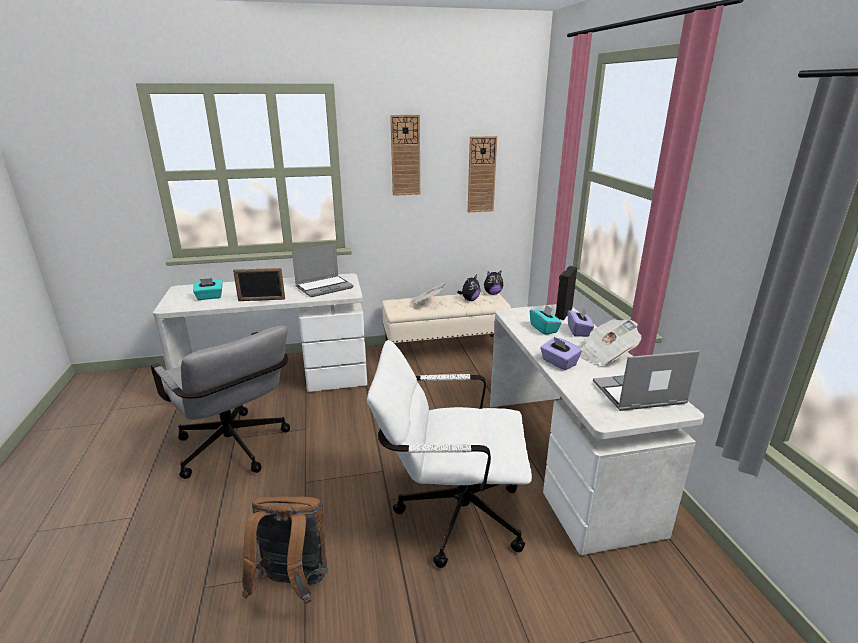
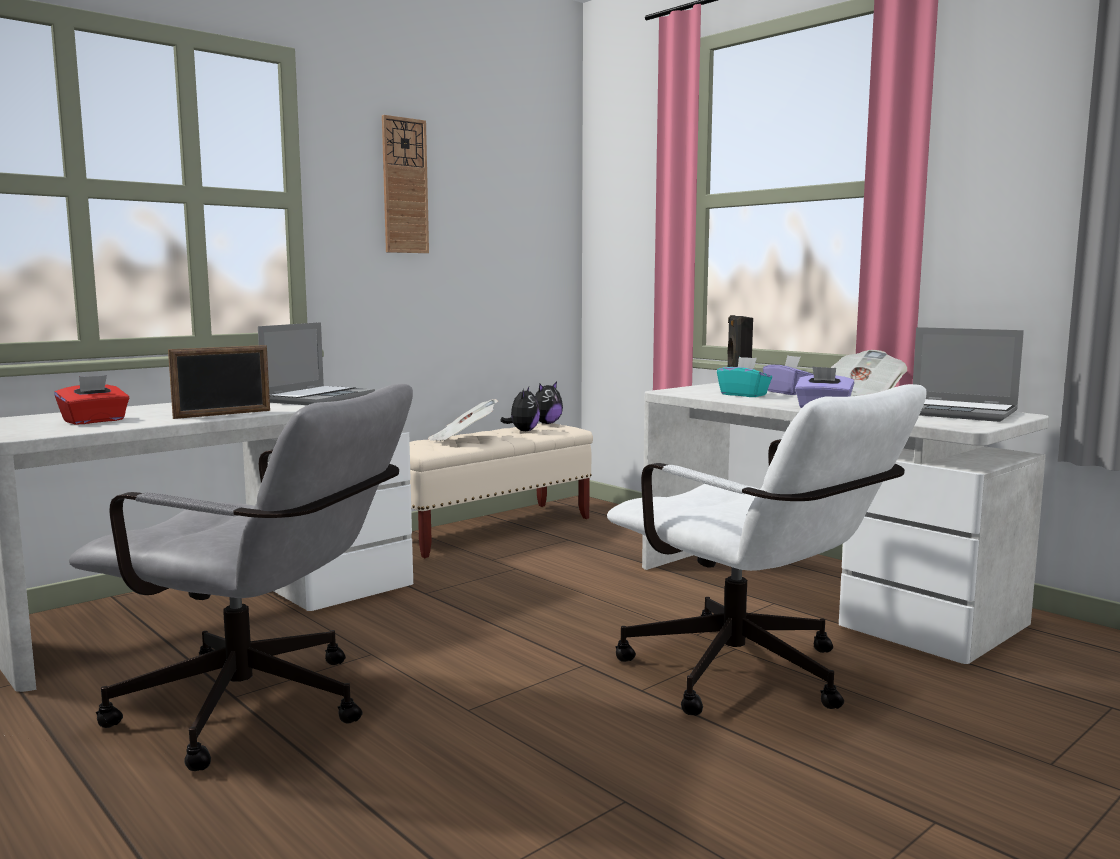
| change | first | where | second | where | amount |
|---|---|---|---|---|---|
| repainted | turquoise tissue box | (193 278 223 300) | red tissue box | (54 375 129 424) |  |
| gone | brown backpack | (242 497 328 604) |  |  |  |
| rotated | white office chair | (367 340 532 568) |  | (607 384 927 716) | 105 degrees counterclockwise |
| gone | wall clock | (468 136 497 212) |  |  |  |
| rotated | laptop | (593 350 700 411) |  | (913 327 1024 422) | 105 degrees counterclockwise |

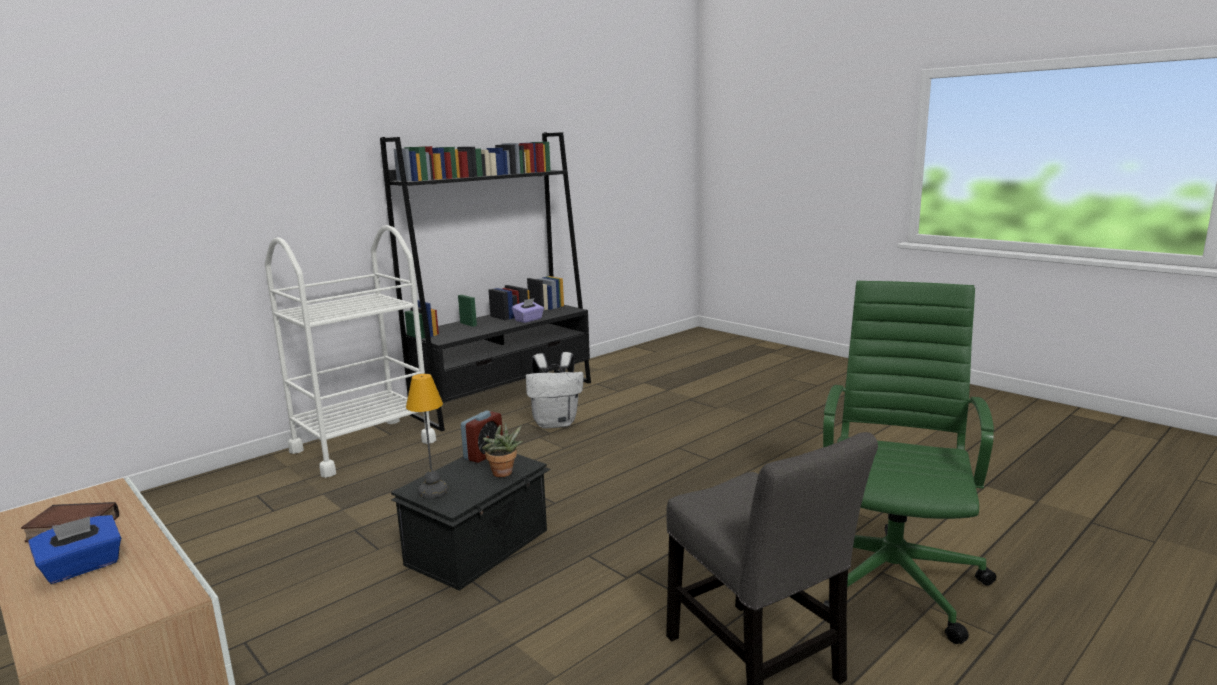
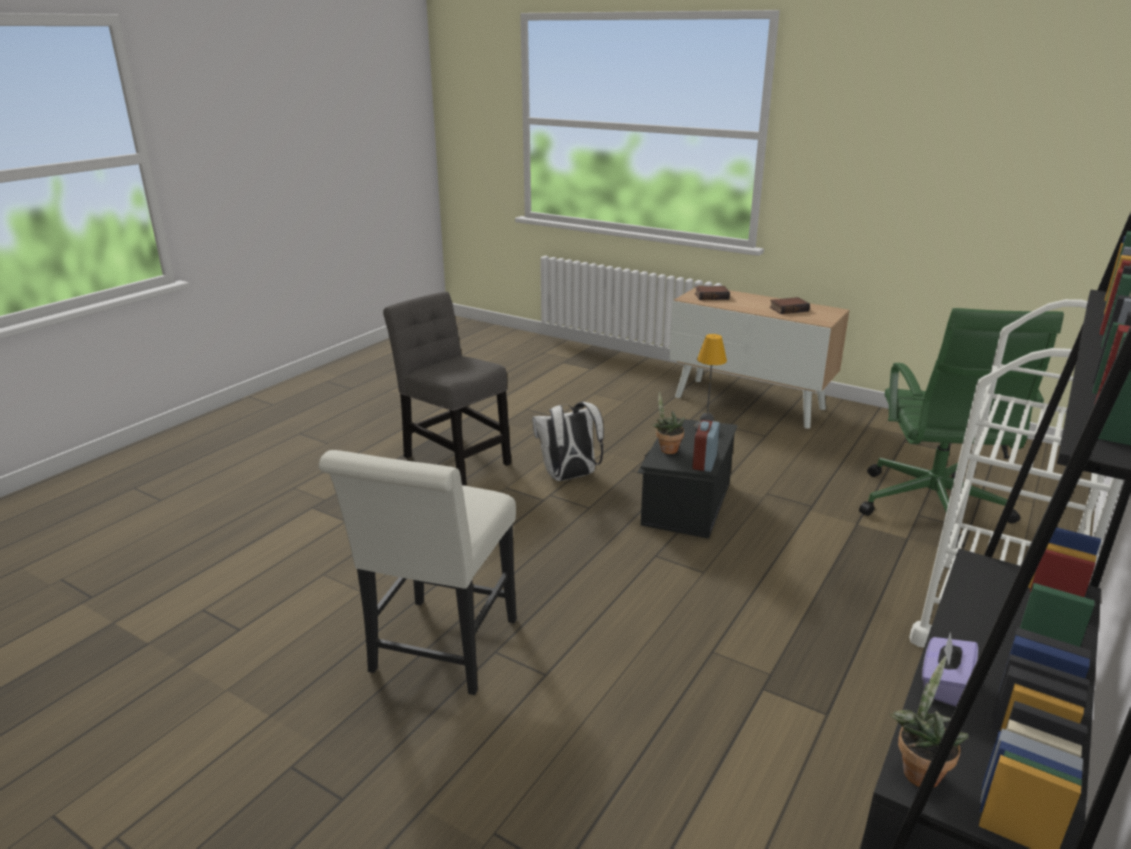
| change | first | where | second | where | amount |
|---|---|---|---|---|---|
| gone | blue tissue box | (28 515 121 584) |  |  |  |
| shifted | white backpack | (526 352 584 429) |  | (532 402 604 481) |  |
| shifted | green office chair | (823 281 996 644) |  | (859 308 1064 547) |  |
| new |  |  | white chair | (319 450 517 695) |  |
| new |  |  | book | (695 286 730 300) |  |
| new |  |  | potted plant | (890 656 969 788) |  |

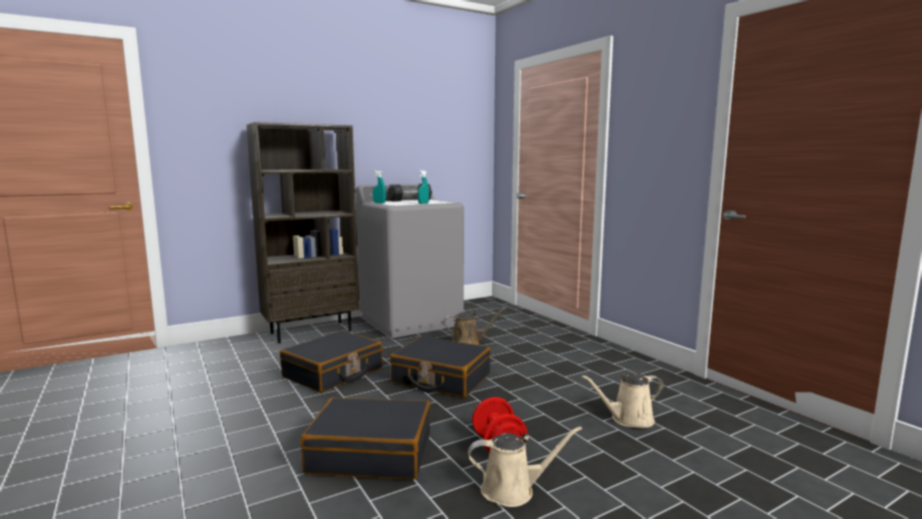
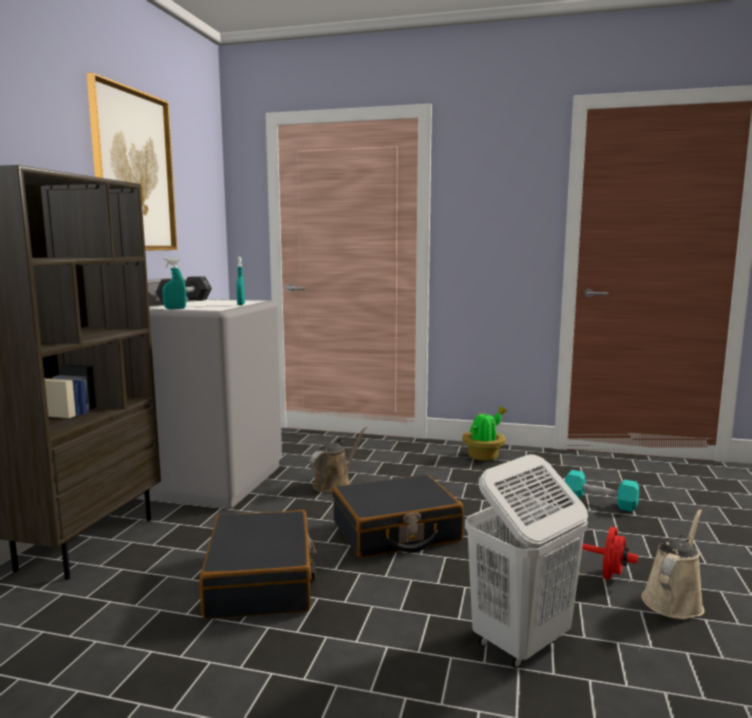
| change | first | where | second | where | amount |
|---|---|---|---|---|---|
| swapped | black suitcase | (301 398 431 479) | white laundry basket | (465 454 588 668) |  |
| swapped | beige watering can | (582 373 664 428) | turquoise dumbbell | (565 470 639 512) |  |
| new |  |  | picture | (86 73 177 251) |  |
| new |  |  | potted plant | (462 406 507 461) |  |

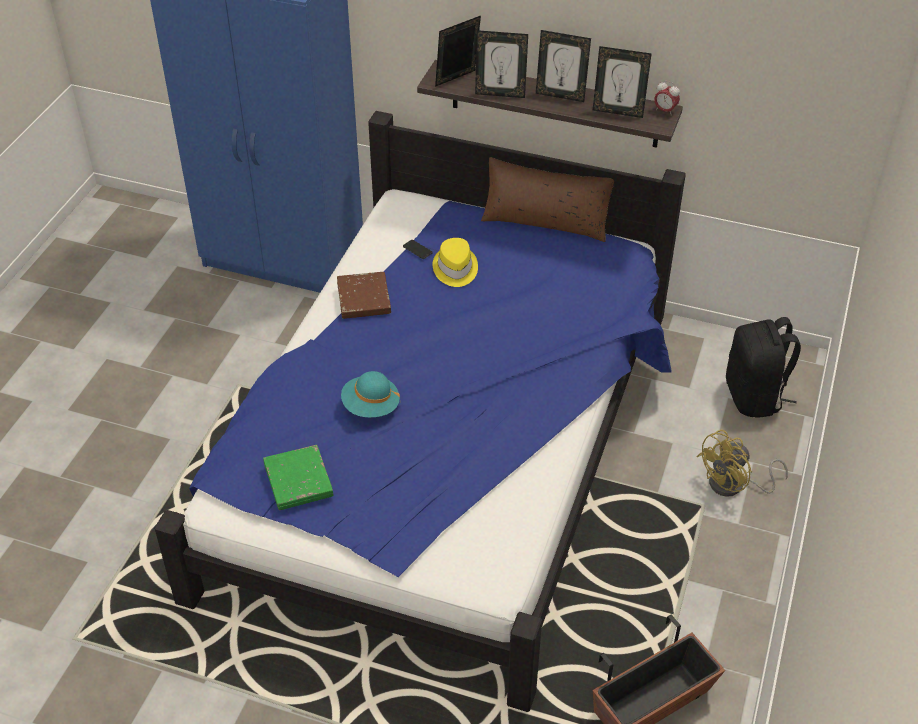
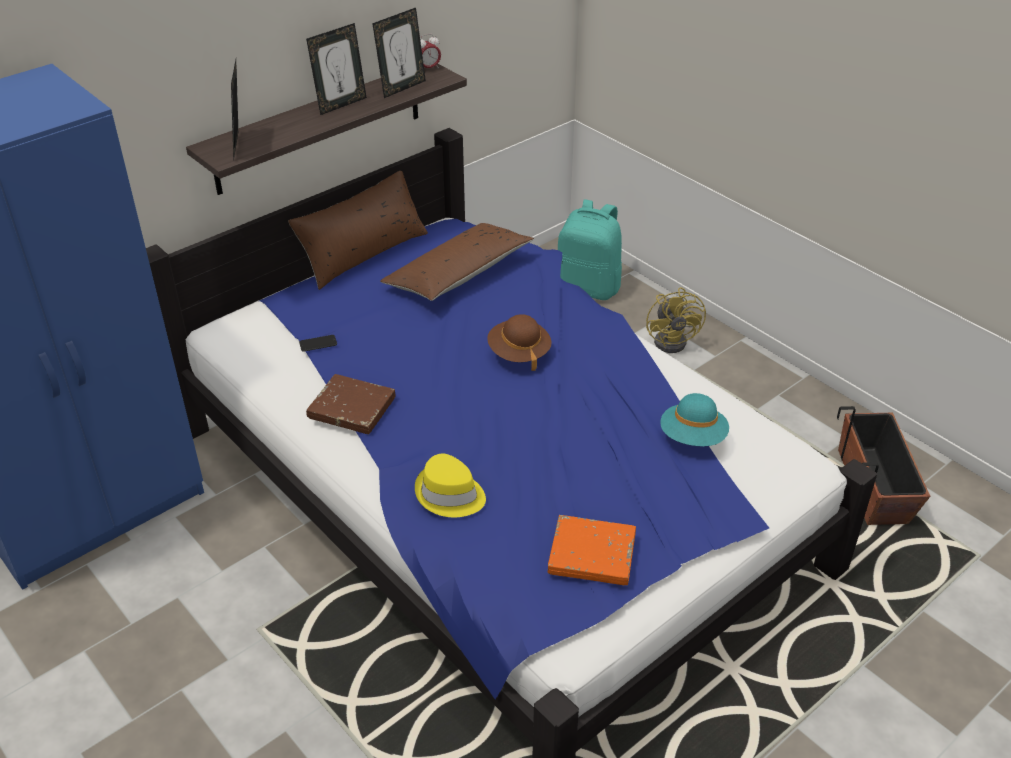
| change | first | where | second | where | amount |
|---|---|---|---|---|---|
| repainted | green book | (263 445 334 510) | orange book | (548 515 636 585) |  |
| shifted | turquoise hat | (341 371 400 418) |  | (660 393 729 446) |  |
| shifted | yellow hat | (432 238 478 287) |  | (415 453 486 517) |  |
| gone | picture frame | (475 30 528 98) |  |  |  |
| repainted | black backpack | (726 317 801 417) | turquoise backpack | (558 200 622 300) |  |
| new |  |  | brown pillow | (380 223 534 301) |  |
| new |  |  | brown hat | (487 314 551 371) |  |

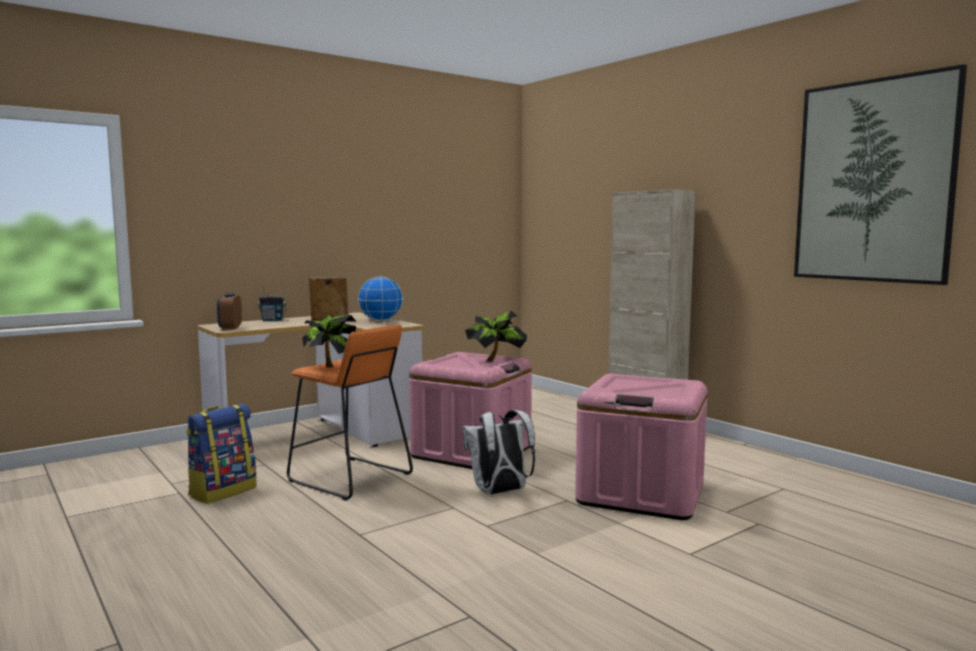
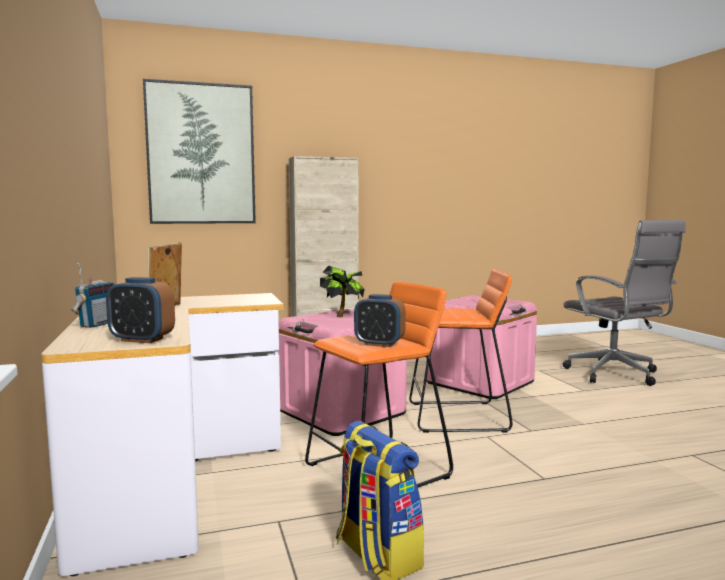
| change | first | where | second | where | amount |
|---|---|---|---|---|---|
| swapped | potted plant | (302 314 357 367) | alarm clock | (354 294 406 347) |  |
| gone | globe | (358 276 403 321) |  |  |  |
| swapped | white backpack | (462 410 535 495) | orange stool | (409 269 513 433) |  |
| shifted | picture | (794 64 967 285) |  | (143 79 256 224) |  |
| new |  |  | grey office chair | (563 220 686 386) |  |

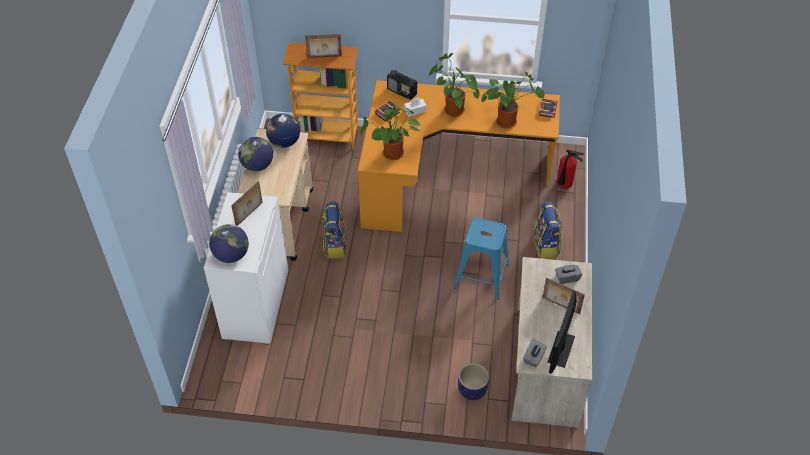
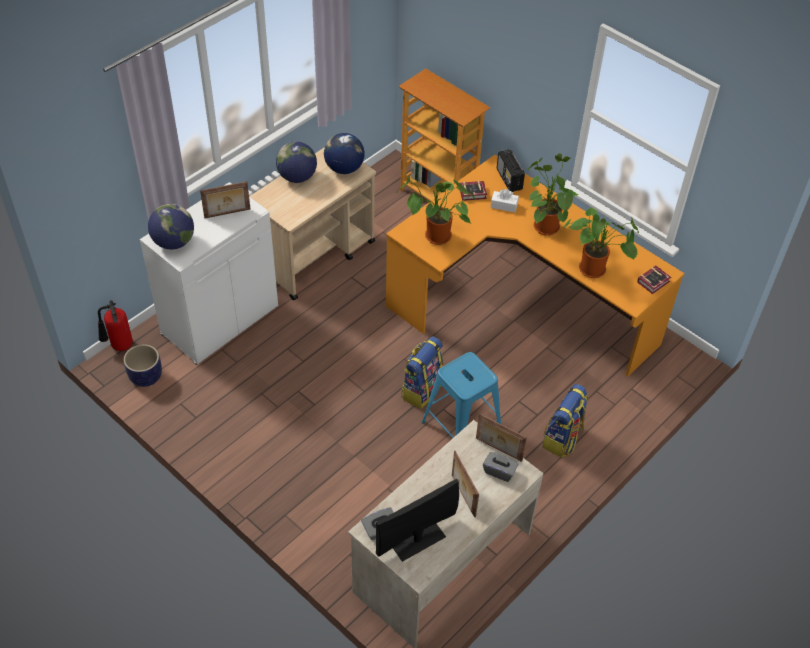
| change | first | where | second | where | amount |
|---|---|---|---|---|---|
| shifted | picture frame | (305 34 342 58) |  | (476 413 527 462) |  |
| shifted | backpack | (322 201 346 258) |  | (401 336 444 409) |  |
| shifted | planter | (458 363 489 400) |  | (124 344 162 387) |  |
| shifted | fire extinguisher | (557 149 584 189) |  | (98 300 133 351) |  |

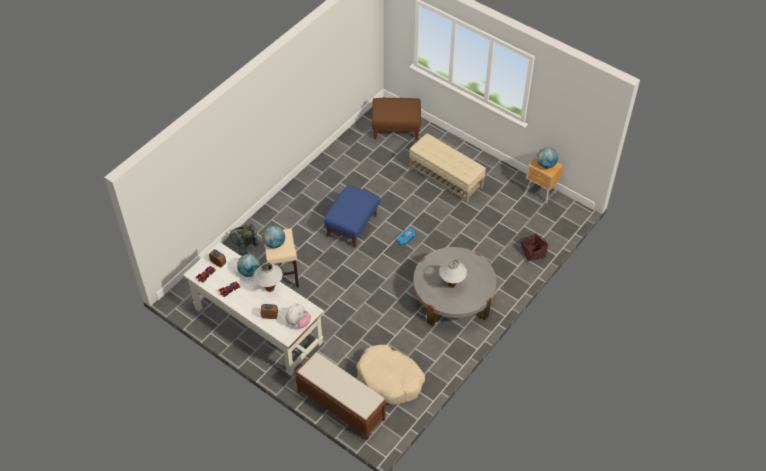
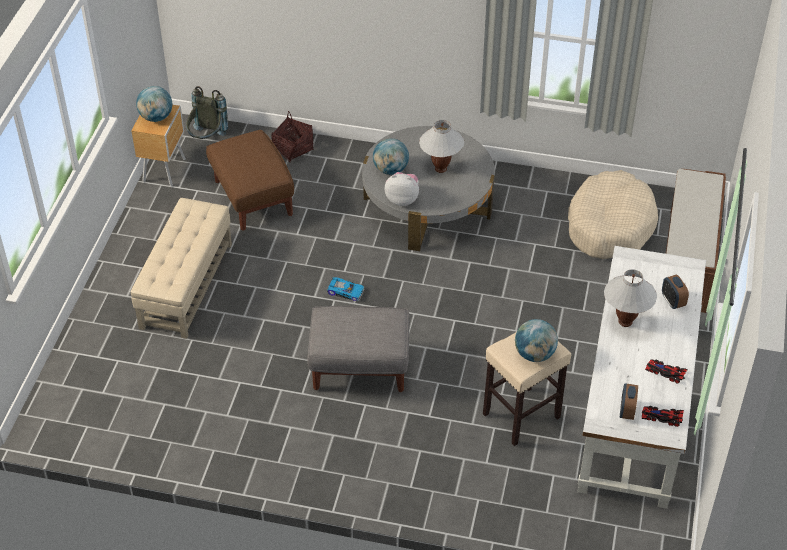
| change | first | where | second | where | amount |
|---|---|---|---|---|---|
| shifted | grey backpack | (229 224 259 255) |  | (186 86 228 139) |  |
| shifted | globe | (237 254 261 277) |  | (373 138 409 175) |  |
| shifted | plush toy | (286 303 311 328) |  | (384 172 419 206) |  |
| repainted | blue ottoman | (324 185 380 248) | grey ottoman | (307 306 410 392) |  |
| shifted | brown ottoman | (372 98 421 140) |  | (206 130 294 231) |  |

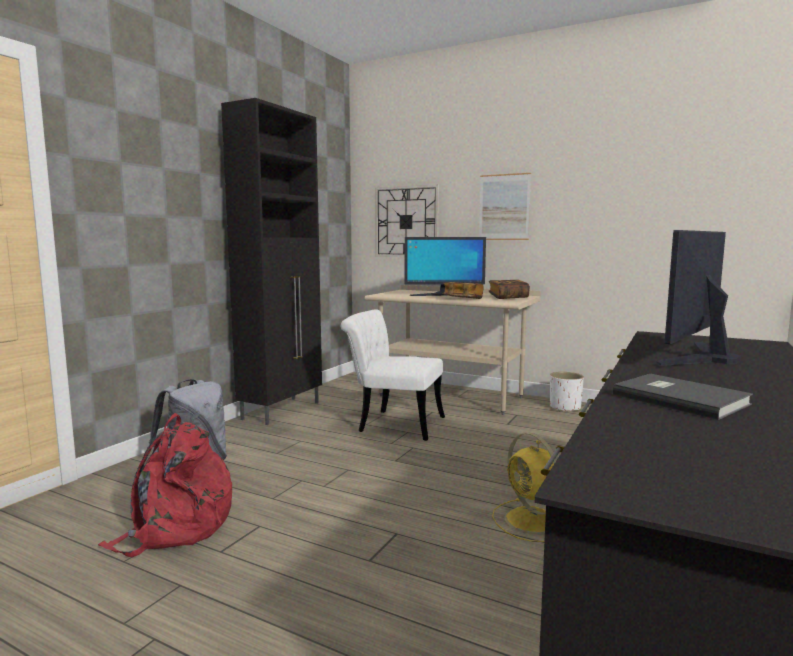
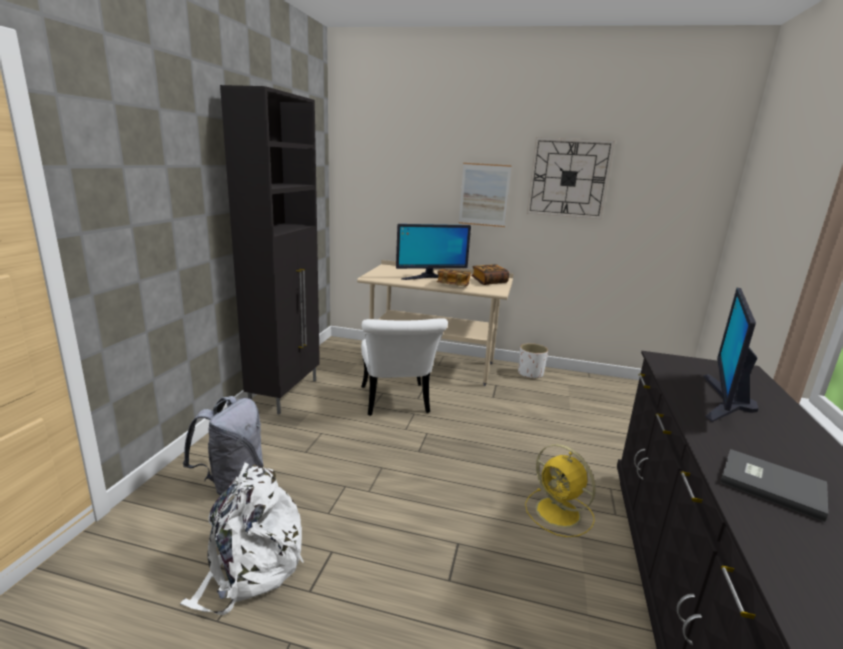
| change | first | where | second | where | amount |
|---|---|---|---|---|---|
| repainted | red backpack | (98 413 232 557) | white backpack | (180 462 304 615) |  |
| rotated | white chair | (341 309 445 441) |  | (361 318 448 416) | 105 degrees counterclockwise |
| shifted | wall clock | (375 185 439 257) |  | (527 137 615 219) |  |

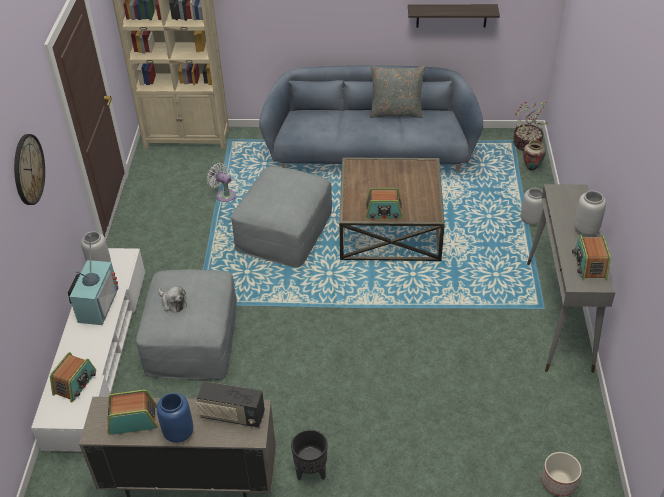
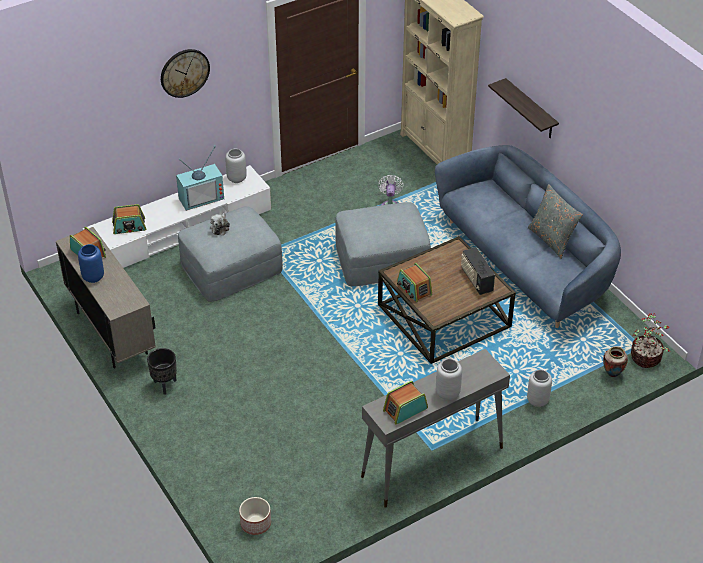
| change | first | where | second | where | amount |
|---|---|---|---|---|---|
| shifted | radio | (196 381 265 427) |  | (461 247 495 295) |  |
| shifted | shelf | (408 4 500 28) |  | (488 78 559 138) |  |

